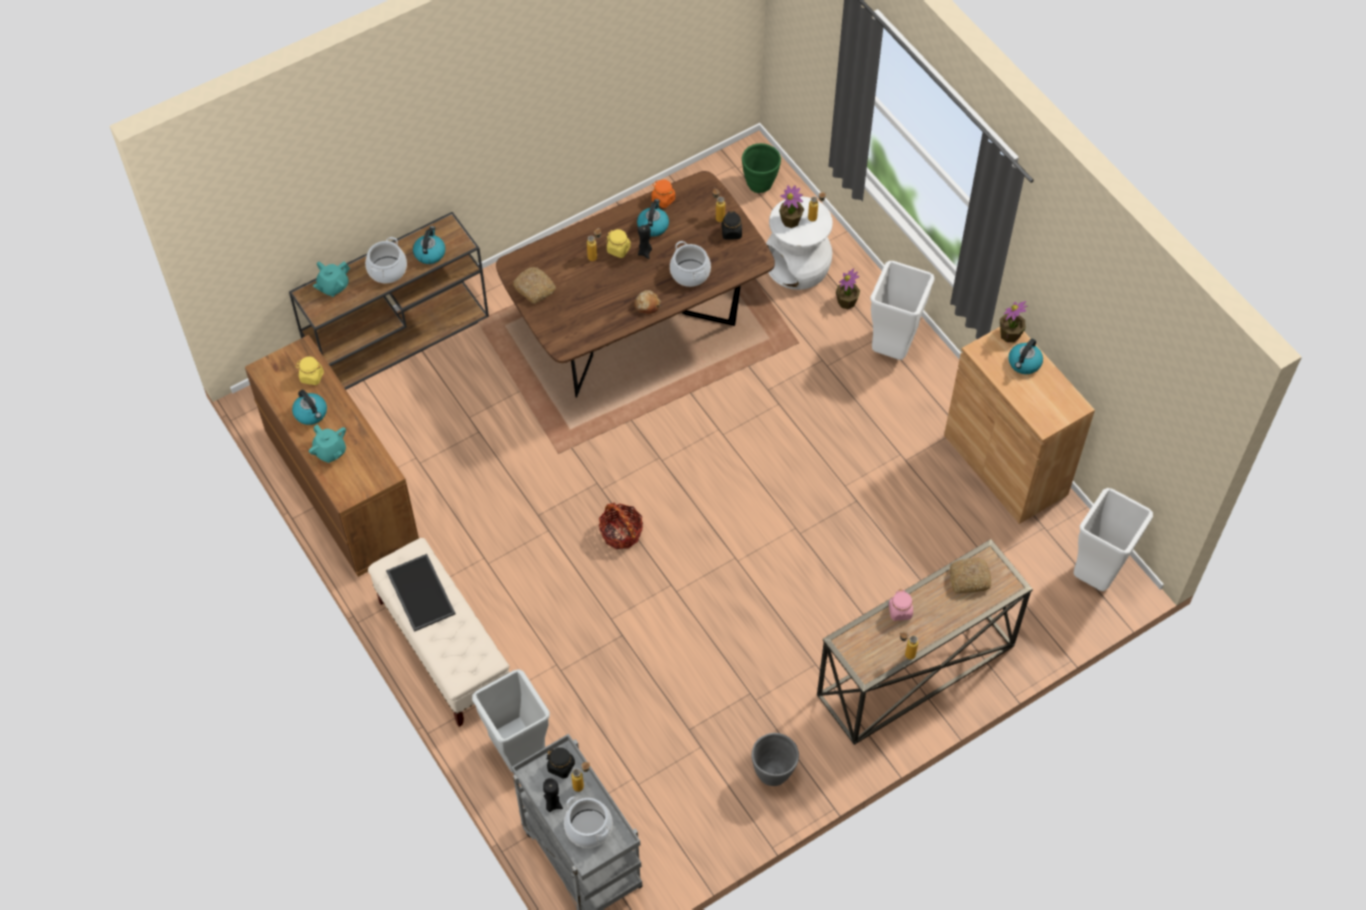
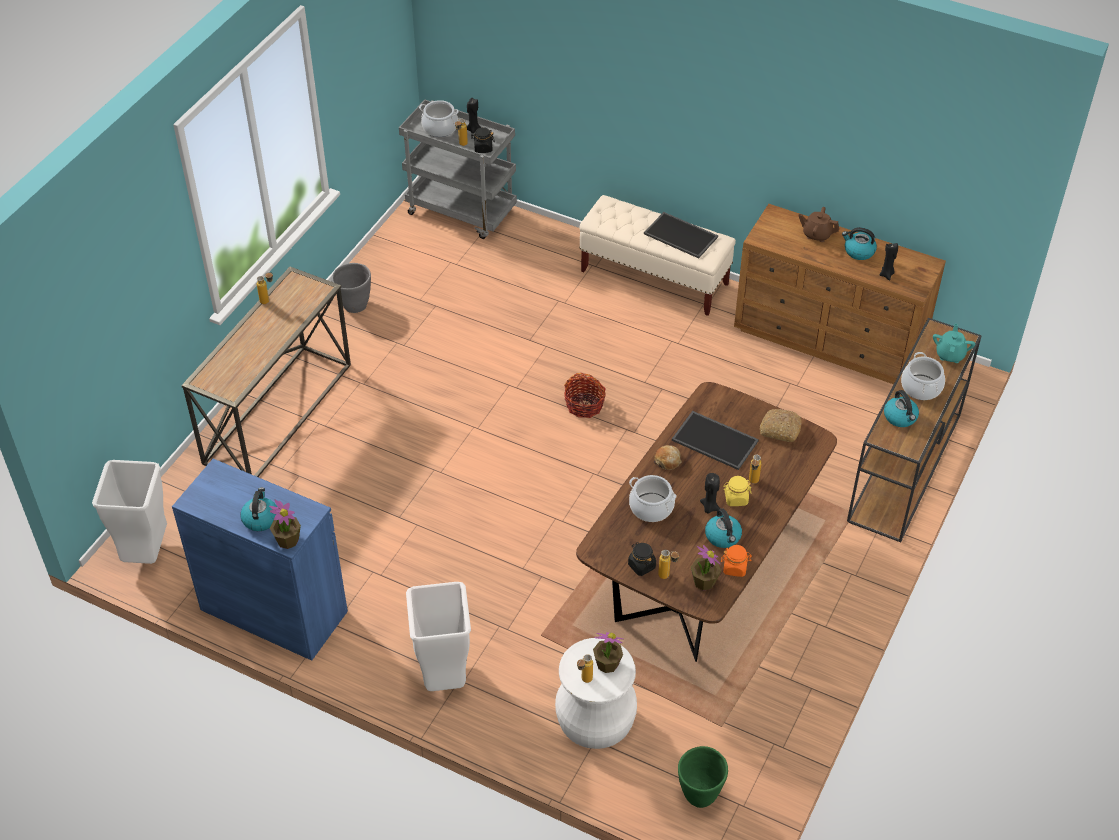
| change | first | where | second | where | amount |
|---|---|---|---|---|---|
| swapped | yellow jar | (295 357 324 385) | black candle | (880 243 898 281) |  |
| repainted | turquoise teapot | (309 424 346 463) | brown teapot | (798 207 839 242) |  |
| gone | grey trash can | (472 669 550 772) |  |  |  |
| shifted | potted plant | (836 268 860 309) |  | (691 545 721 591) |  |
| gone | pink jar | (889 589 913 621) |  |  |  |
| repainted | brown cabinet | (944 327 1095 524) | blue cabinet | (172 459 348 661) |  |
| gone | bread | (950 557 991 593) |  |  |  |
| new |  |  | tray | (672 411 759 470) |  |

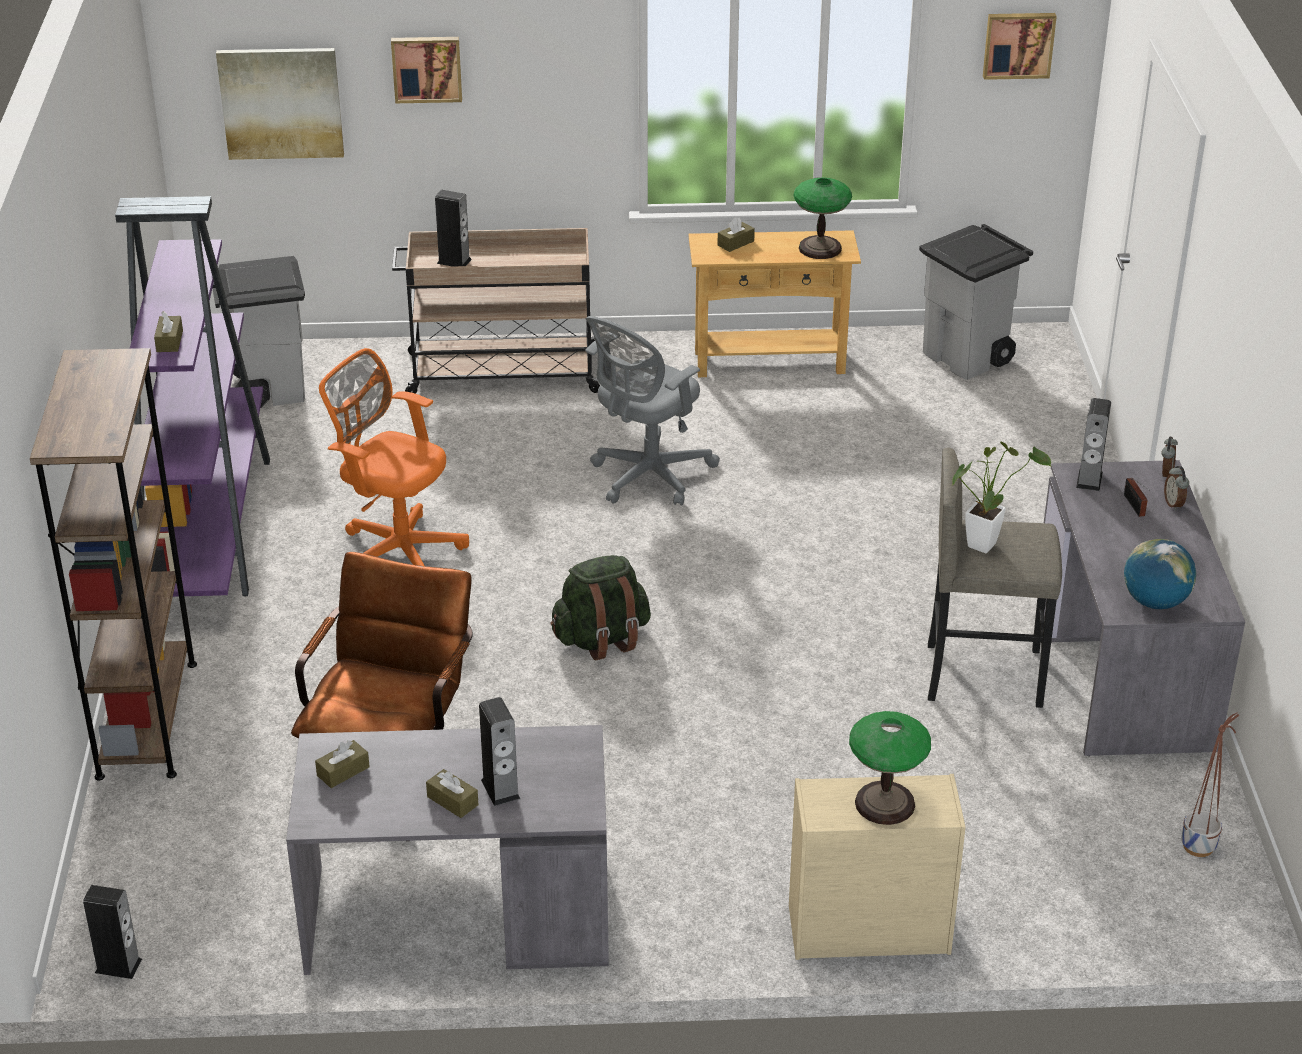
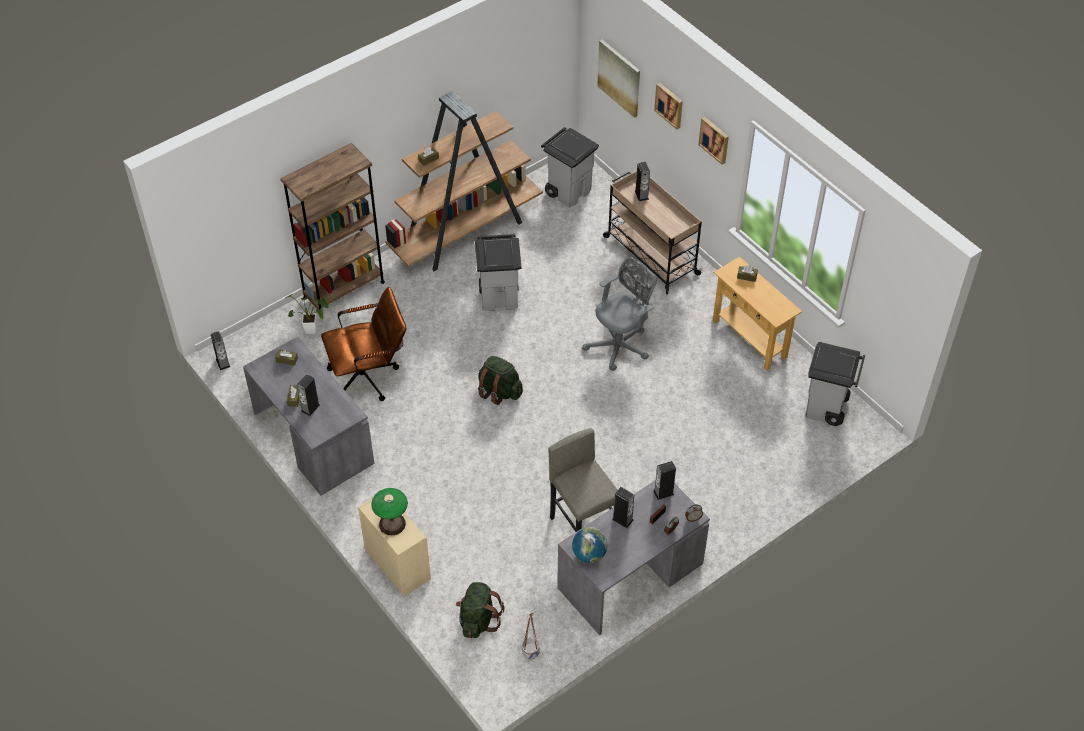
| change | first | where | second | where | amount |
|---|---|---|---|---|---|
| repainted | purple bookcase | (115 196 270 597) | brown bookcase | (385 91 543 271) |  |
| swapped | orange office chair | (319 348 469 566) | grey trash can | (475 234 522 311) |  |
| rotated | grey office chair | (585 316 720 506) |  | (582 257 657 371) | 135 degrees clockwise |
| gone | table lamp | (793 177 852 259) |  |  |  |
| shifted | potted plant | (952 441 1051 553) |  | (287 294 329 334) |  |
| shifted | picture | (983 13 1057 80) |  | (698 117 729 165) |  |
| new |  |  | green backpack | (456 582 505 638) |  |
| new |  |  | speaker | (612 487 634 528) |  |

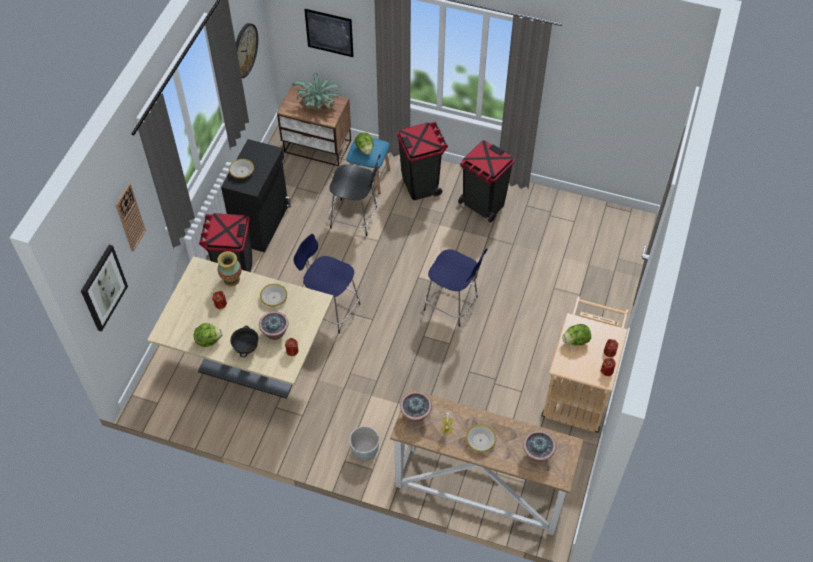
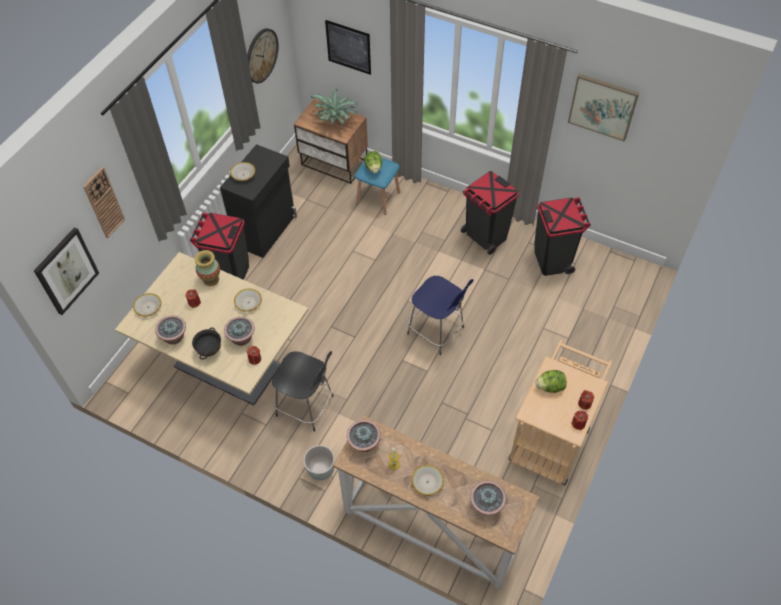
| change | first | where | second | where | amount |
|---|---|---|---|---|---|
| swapped | lettuce | (194 323 223 347) | potted plant | (155 315 186 345) |  |
| gone | blue stool | (293 234 360 334) |  |  |  |
| shifted | black chair | (329 154 381 236) |  | (272 351 334 432) |  |
| shifted | black trash can | (397 122 448 200) |  | (534 197 591 276) |  |
| new |  |  | bowl | (133 293 161 316) |  |
| new |  |  | picture | (568 74 639 142) |  |

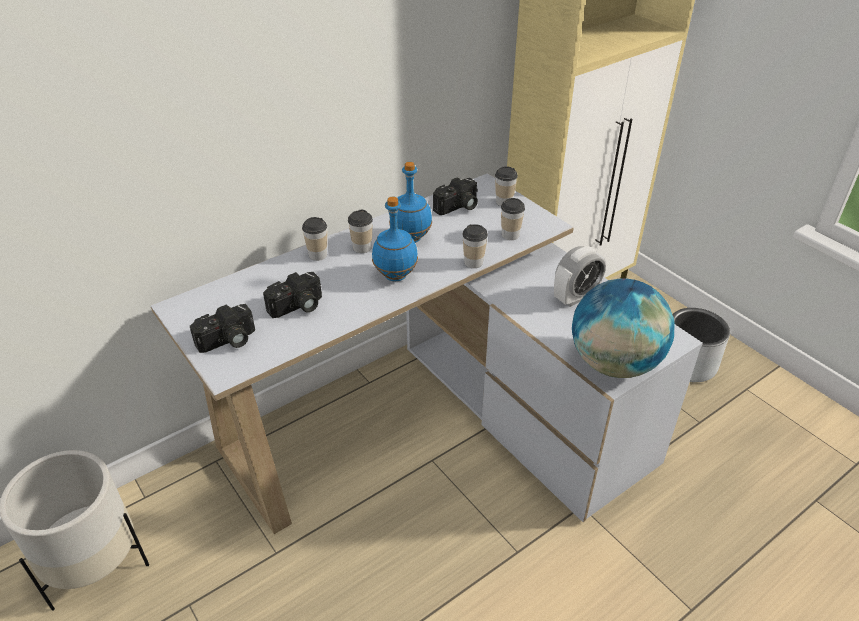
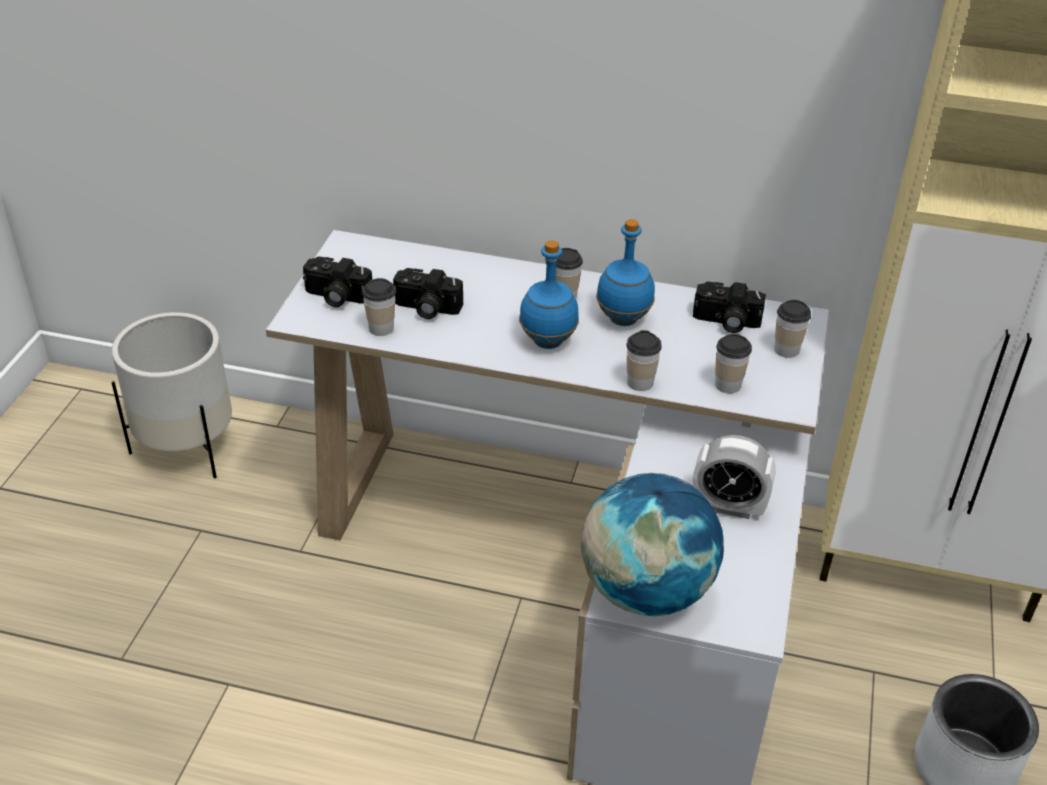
| change | first | where | second | where | amount |
|---|---|---|---|---|---|
| shifted | cup | (302 217 327 261) |  | (362 278 396 336) |  |

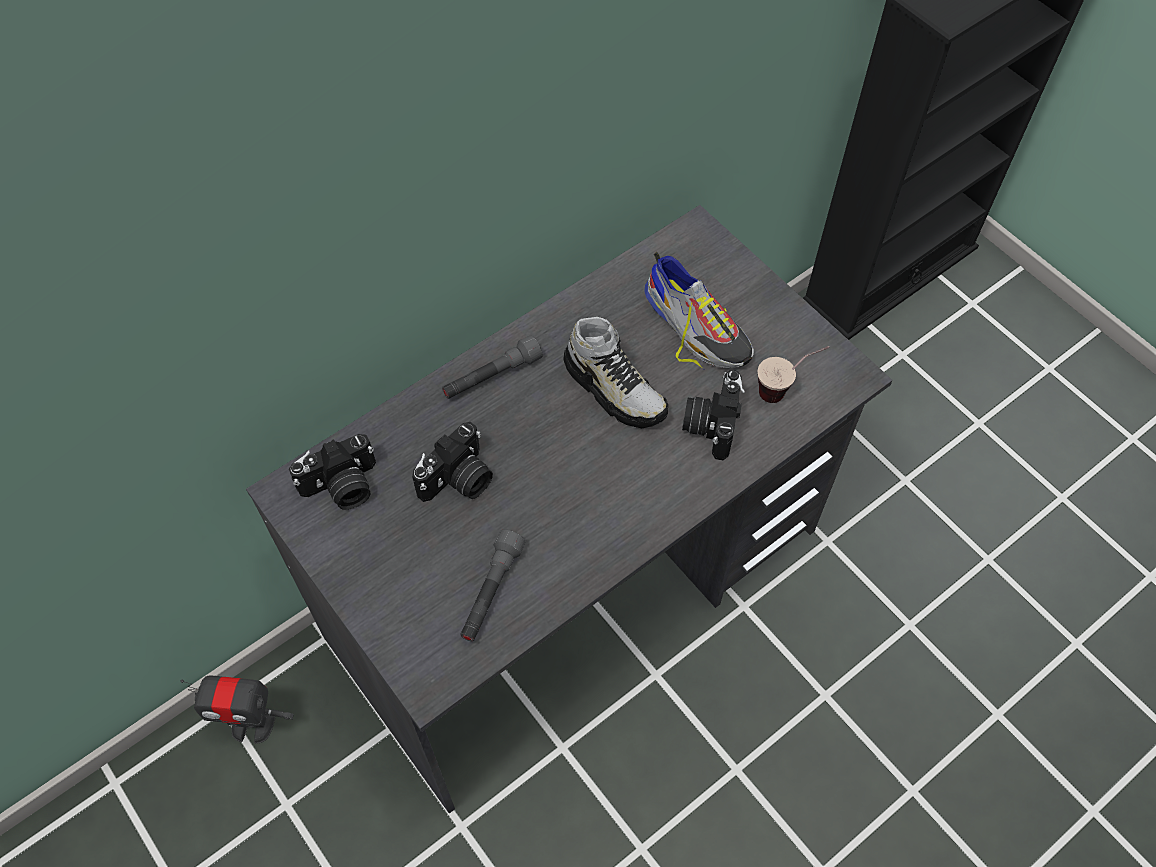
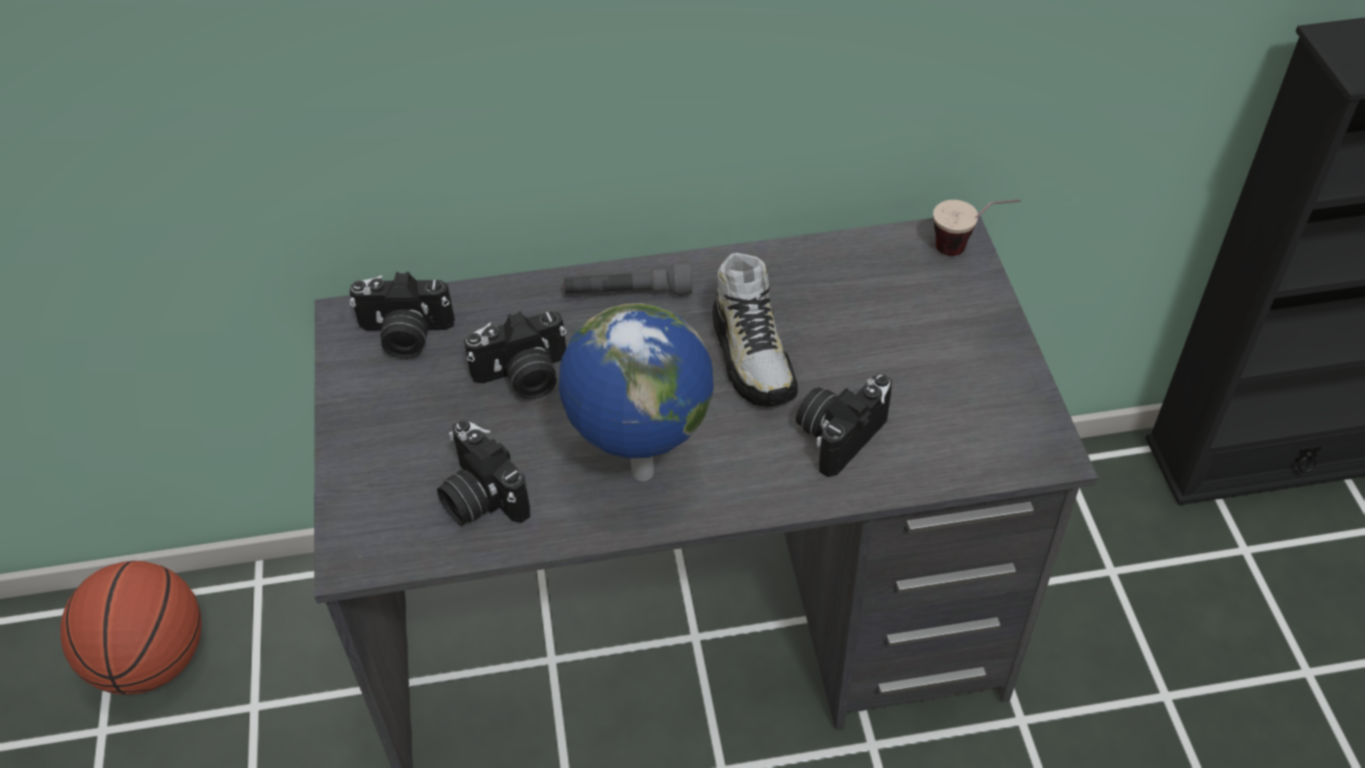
| change | first | where | second | where | amount |
|---|---|---|---|---|---|
| gone | toy robot | (181 675 294 744) |  |  |  |
| swapped | grey flashlight | (460 530 525 641) | photo camera | (437 420 530 525) |  |
| gone | shoe | (644 252 754 368) |  |  |  |
| shifted | cup | (757 346 829 403) |  | (933 199 1021 256) |  |
| new |  |  | basketball | (60 561 202 695) |  |
| new |  |  | globe | (559 303 714 481) |  |

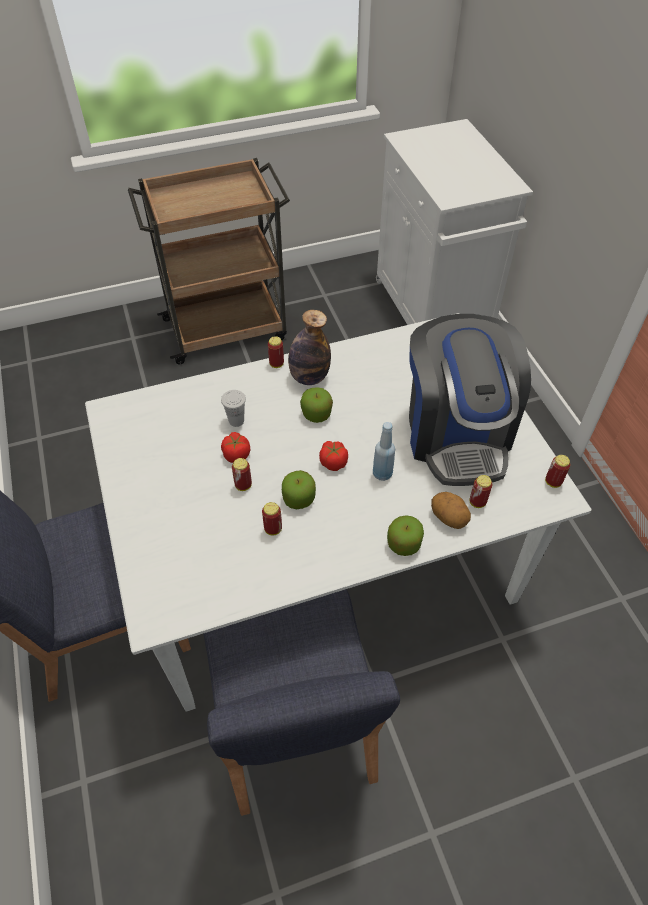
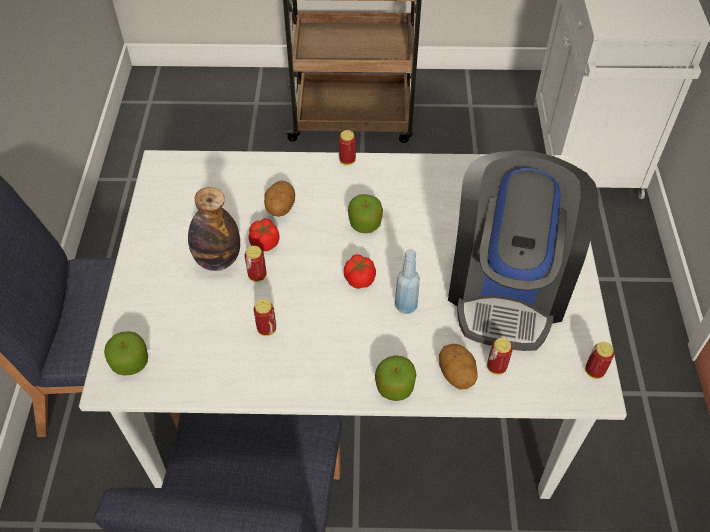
| change | first | where | second | where | amount |
|---|---|---|---|---|---|
| swapped | white cup | (221 390 246 427) | potato | (264 180 295 217) |  |
| shifted | apple | (282 470 316 509) |  | (104 331 148 376) |  |
| shifted | bottle | (288 310 331 385) |  | (188 187 240 271) |  |

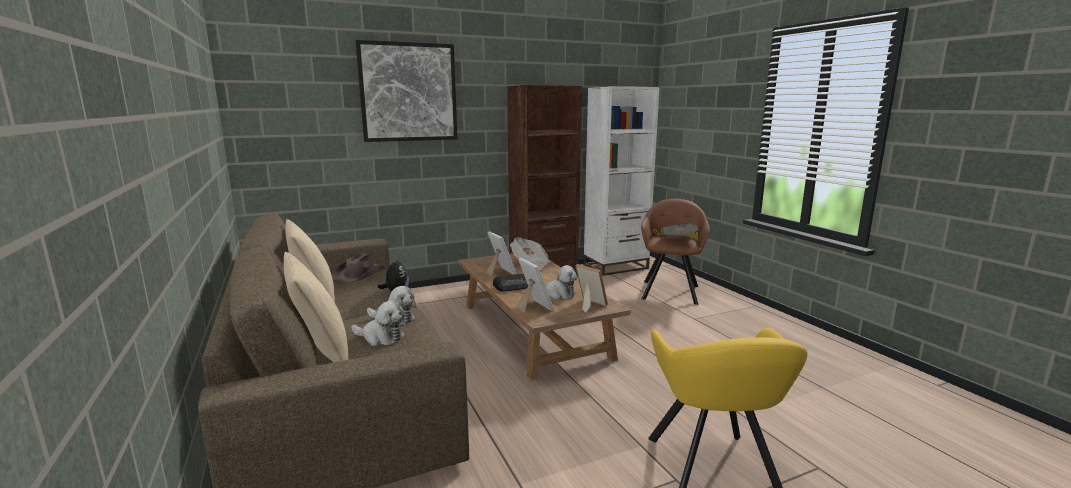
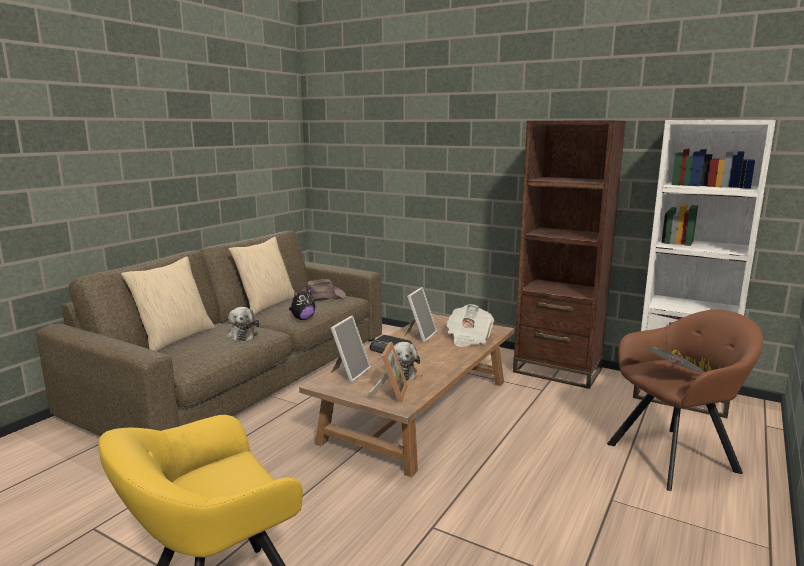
| change | first | where | second | where | amount |
|---|---|---|---|---|---|
| gone | plush toy | (351 301 405 346) |  |  |  |
| gone | picture | (355 40 458 142) |  |  |  |

